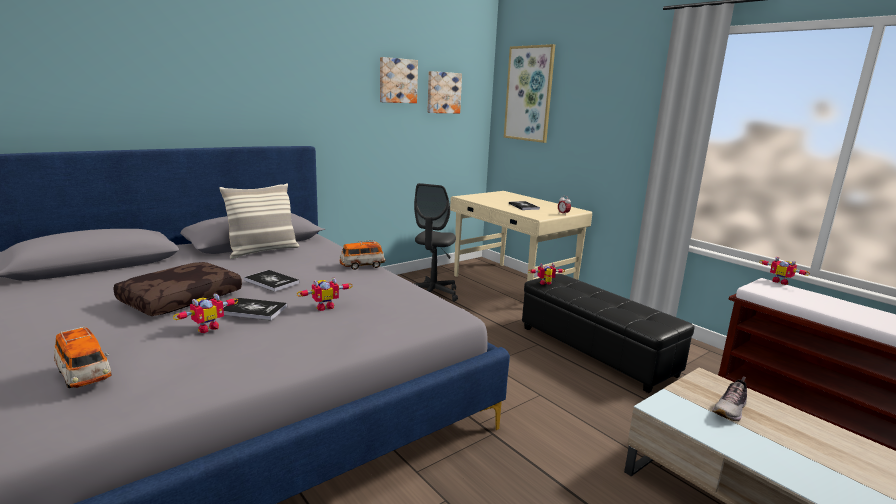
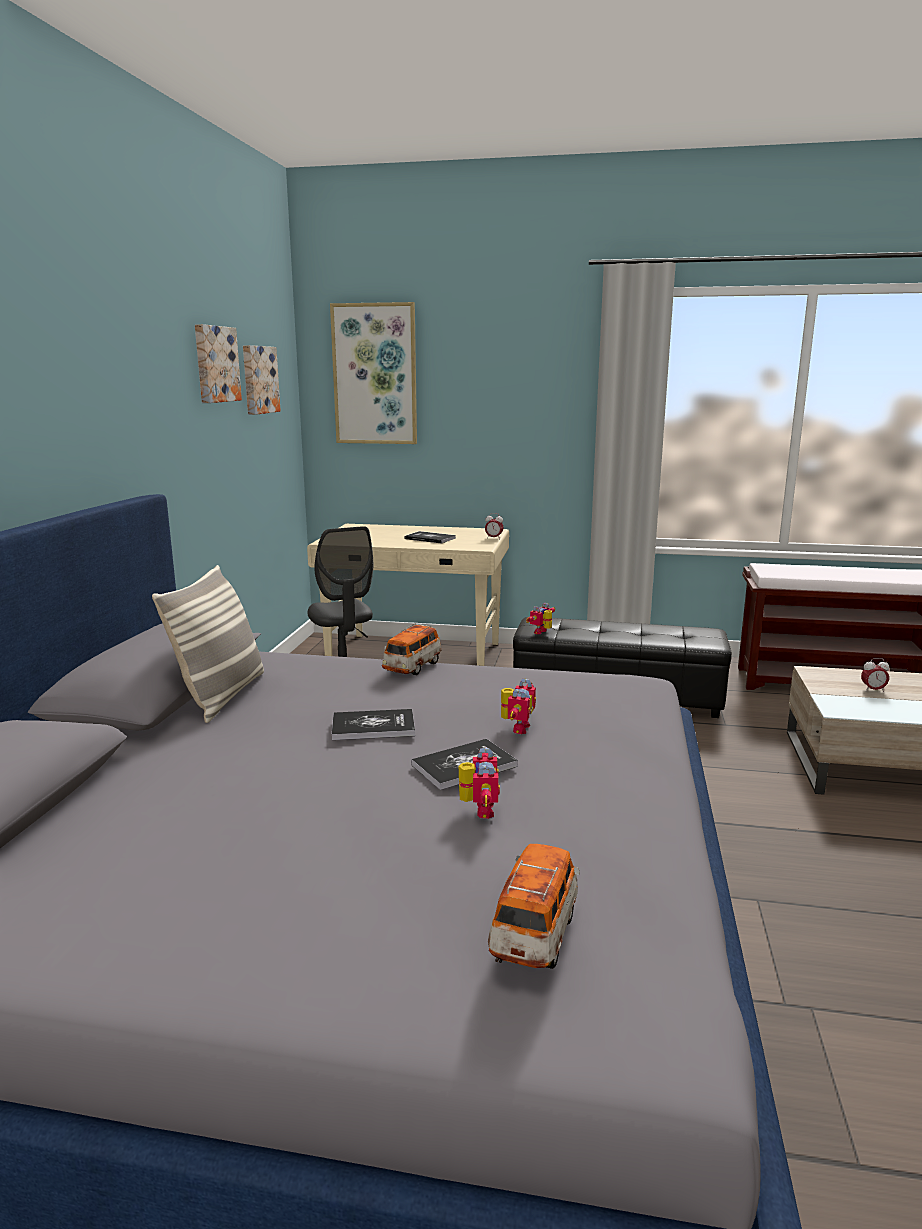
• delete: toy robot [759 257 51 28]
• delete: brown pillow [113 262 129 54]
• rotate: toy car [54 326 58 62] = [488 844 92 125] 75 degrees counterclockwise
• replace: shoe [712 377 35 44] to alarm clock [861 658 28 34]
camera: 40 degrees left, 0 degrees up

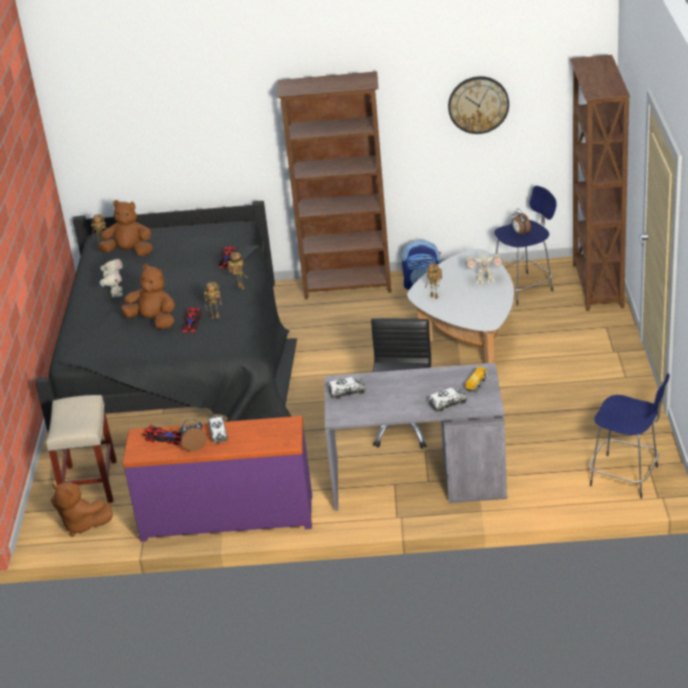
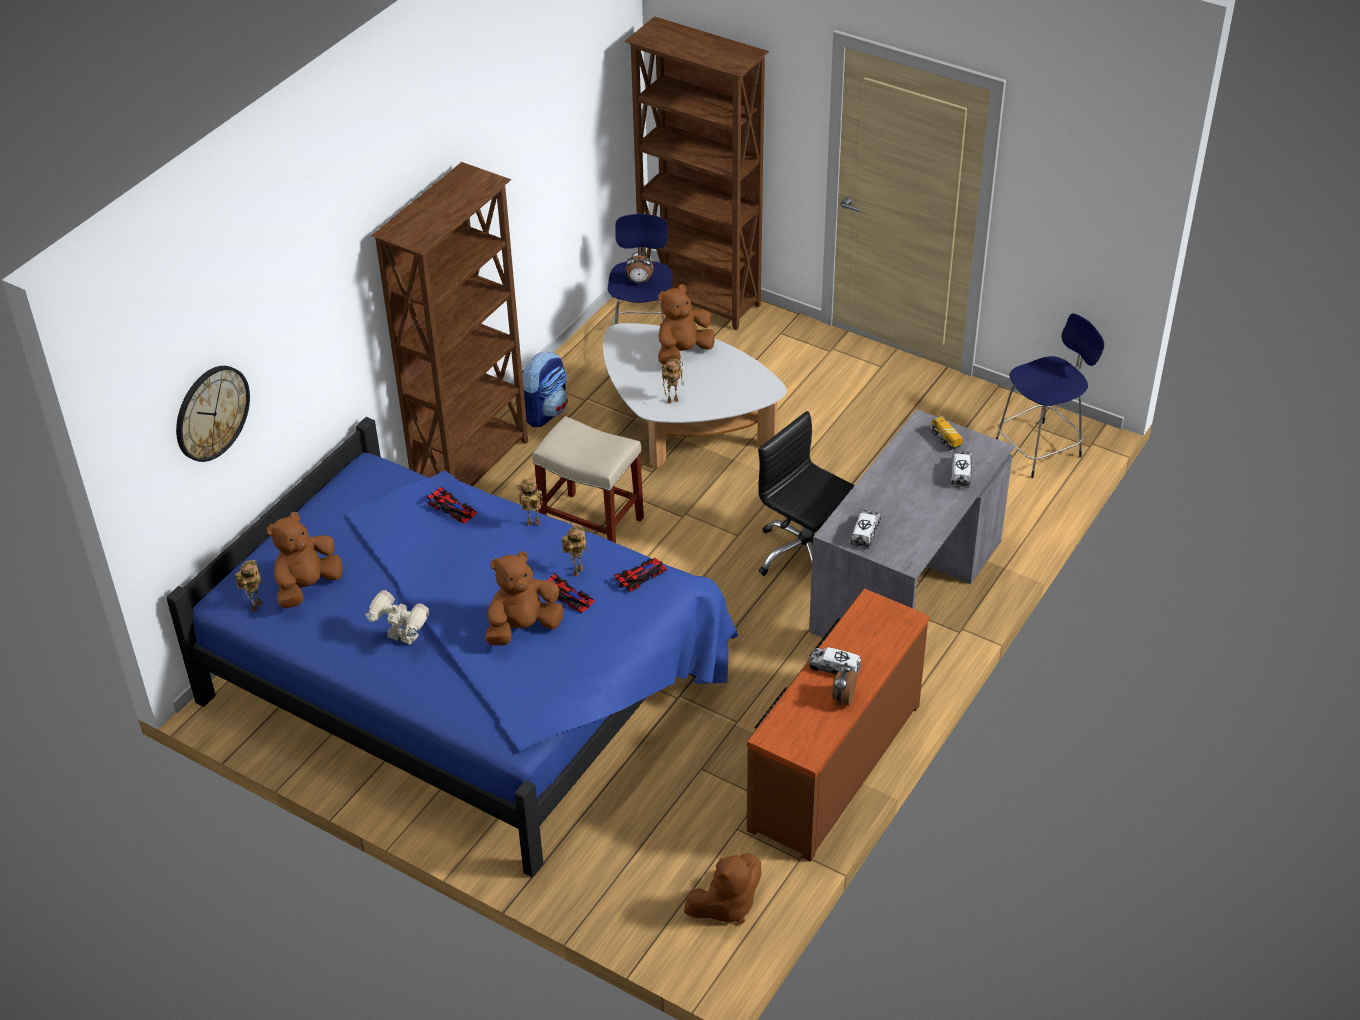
• move: wall clock [448 76 61 58] to [176 366 74 96]
• recolor: black bed [35 201 262 231] to blue bed [166 417 572 460]
• replace: toy robot [465 250 38 34] to brown plush toy [658 284 57 81]
• move: beige stool [46 395 71 108] to [532 416 112 127]
• recolor: purple dresser [122 416 190 126] to brown dresser [747 589 183 273]
• move: toy car [143 425 38 20] to [614 558 53 34]
camera: 60 degrees left, 10 degrees up

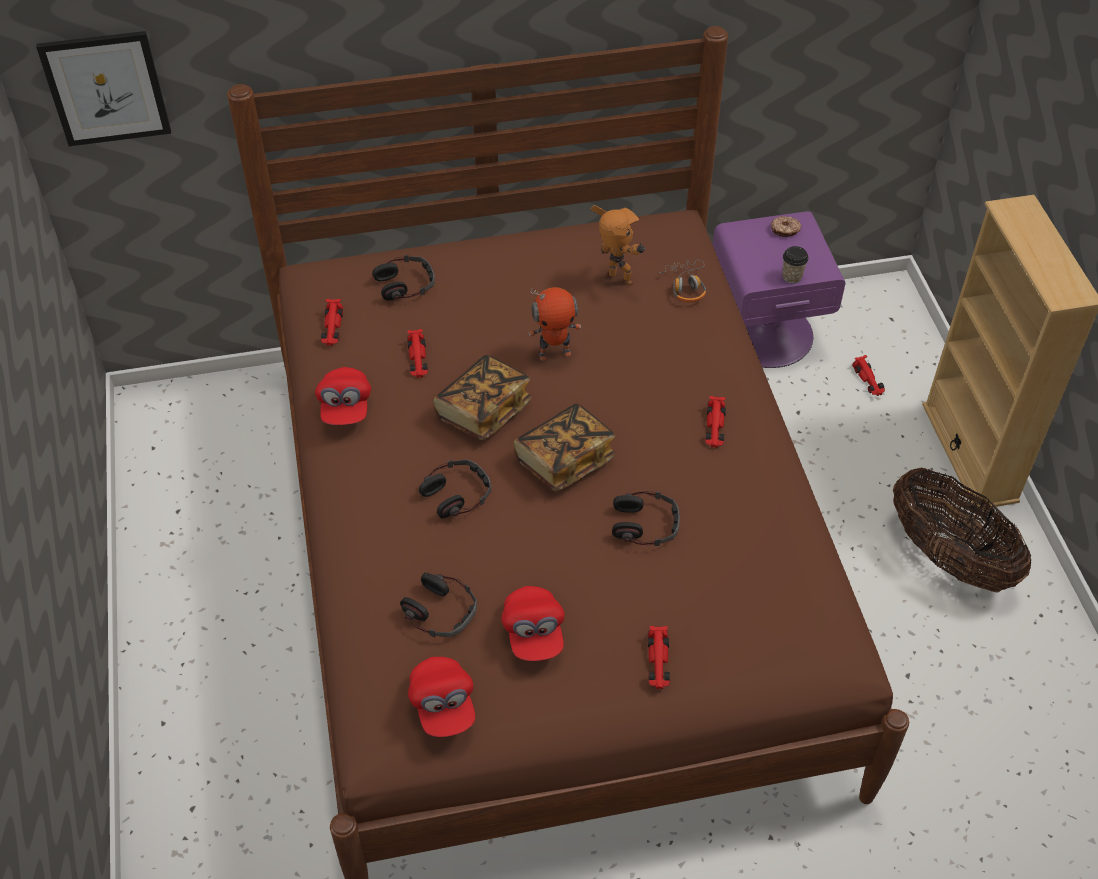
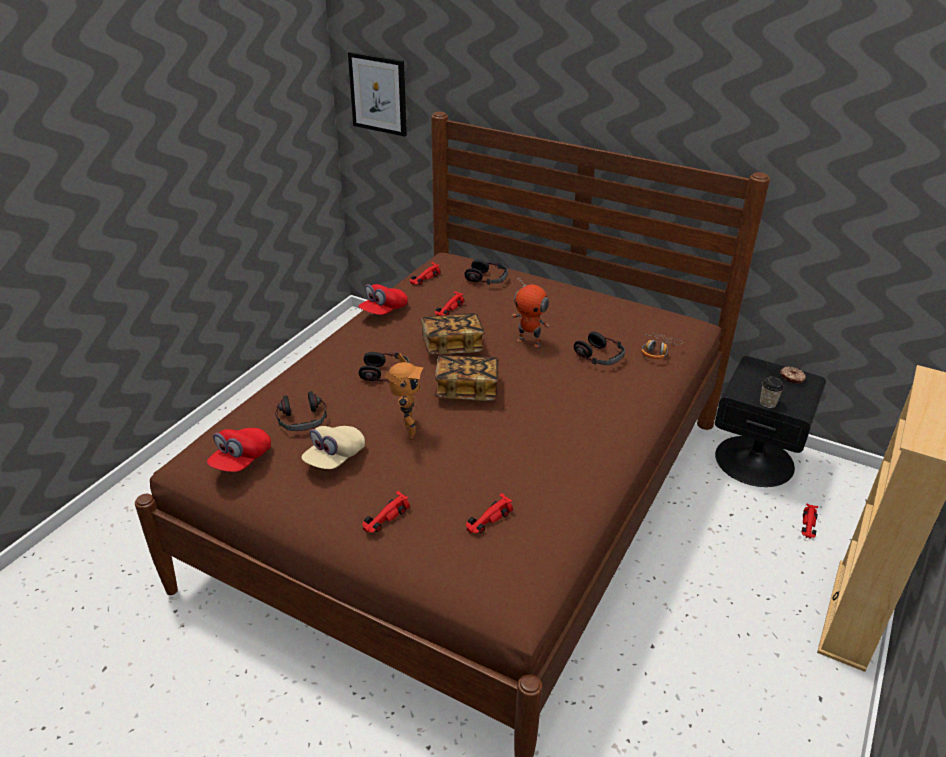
• move: toy robot [591 205 55 81] to [385 353 39 88]
• recolor: purple nightstand [713 211 132 157] to black nightstand [715 356 111 131]
• move: red toy car [705 396 21 52] to [466 493 47 41]
• delete: basket [893 467 138 125]
• move: headphones [612 491 68 55] to [574 332 51 33]
• recolor: red cap [501 586 64 75] to beige cap [302 426 63 43]
camera: 40 degrees right, 15 degrees down

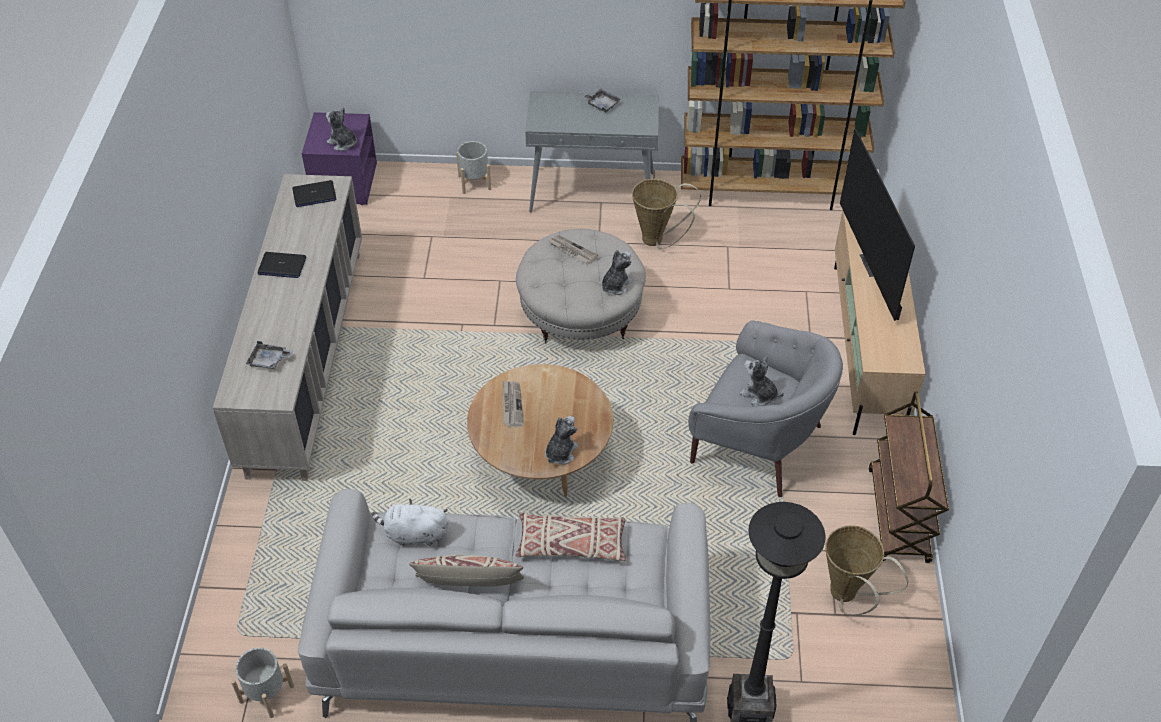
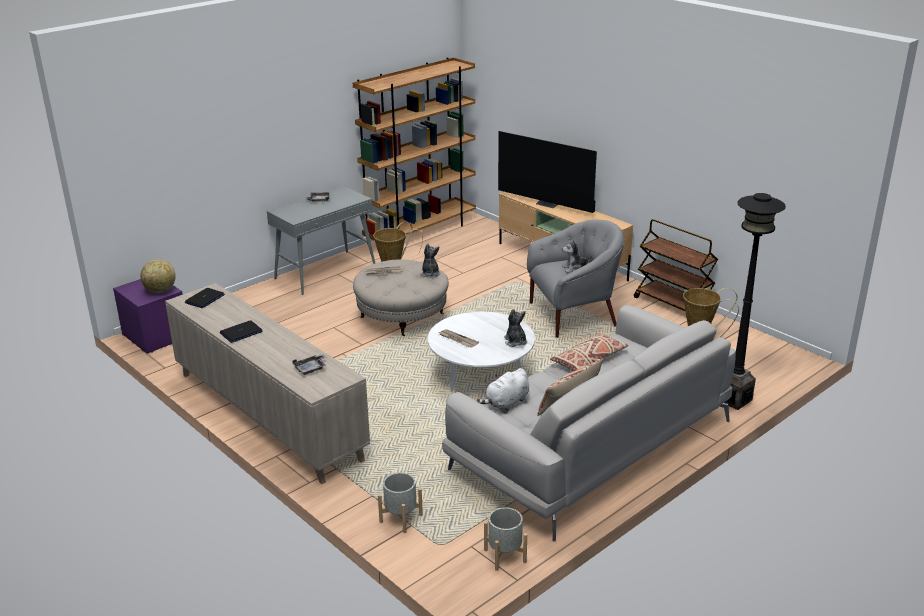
• replace: plush toy [326 107 31 44] to globe [140 259 36 34]
• move: grey planter [456 141 35 53] to [378 472 45 61]
• recolor: brown coffee table [467 364 146 133] to white coffee table [428 312 107 80]
camera: 45 degrees left, 20 degrees down

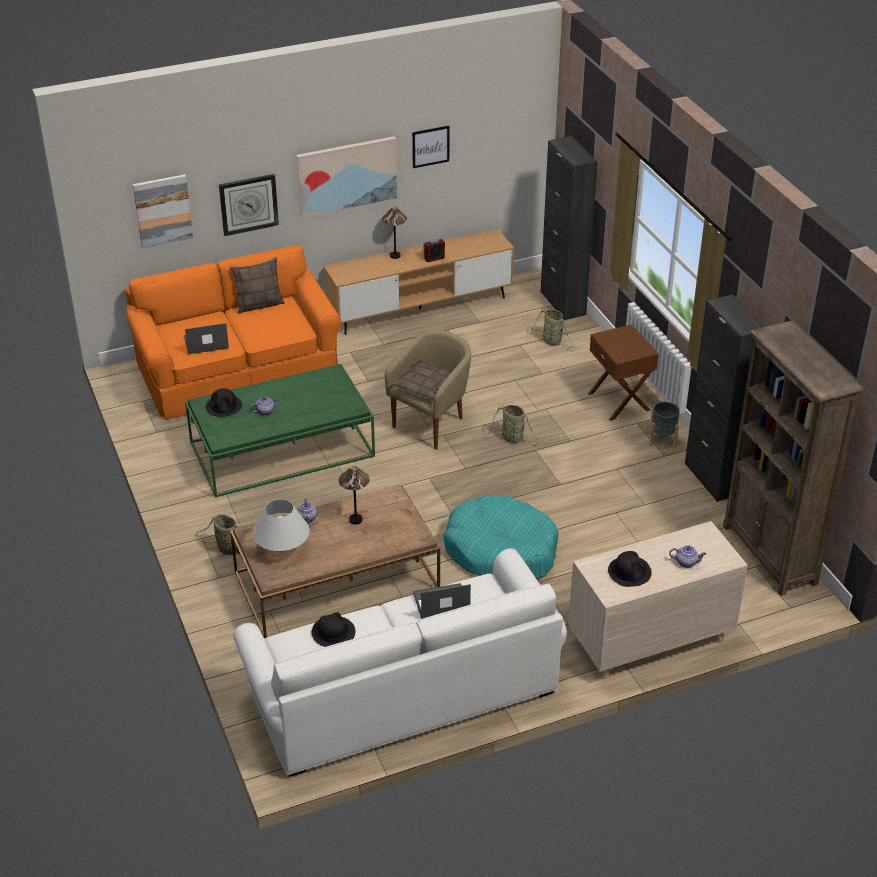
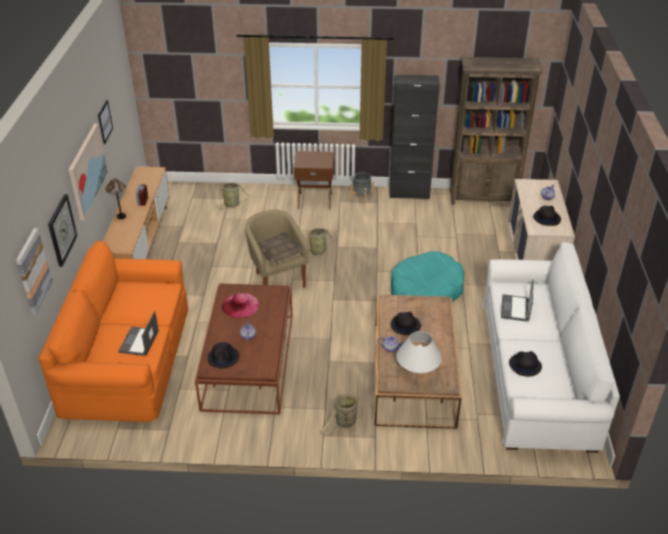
• delete: black cabinet [541 136 57 184]
• delete: pillow [230 257 55 57]
• recolor: green coffee table [185 364 190 134] to brown coffee table [195 284 98 131]
• replace: table lamp [339 466 31 58] to black hat [391 312 30 23]
• insert: pink hat [222 293 37 25]
camera: 65 degrees left, 0 degrees up

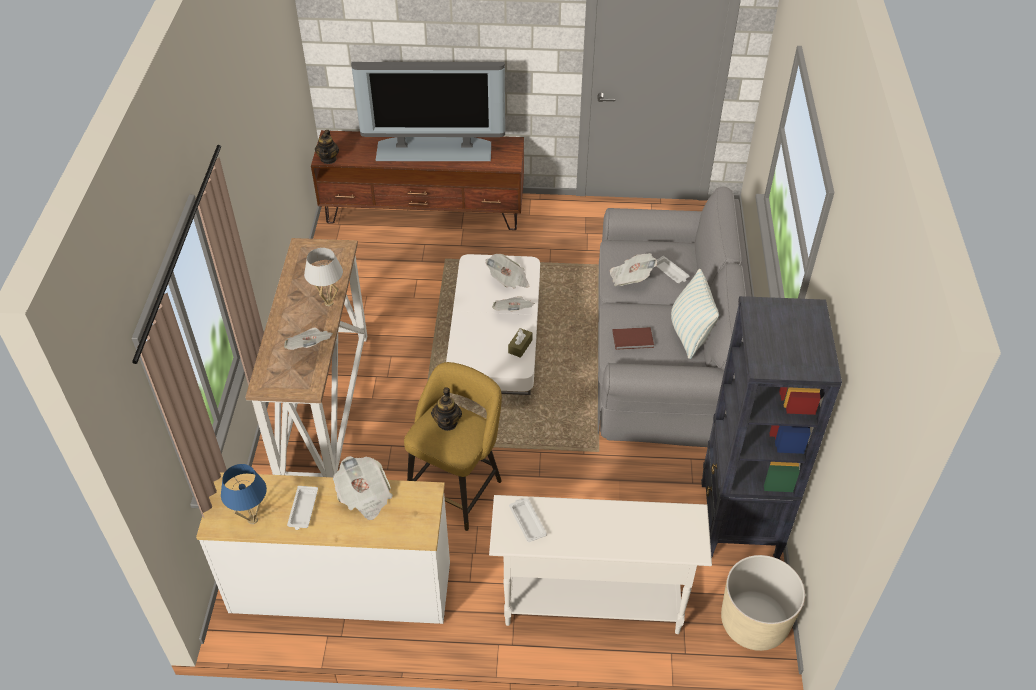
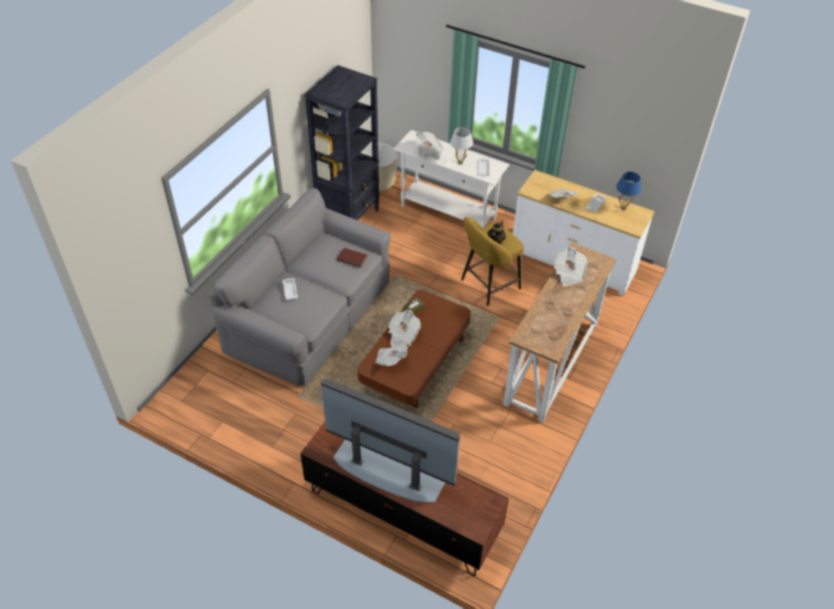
• delete: teapot [315 130 24 34]
• move: white table lamp [304 248 39 58] to [450 127 23 38]
• move: newspaper [610 253 47 33] to [415 132 29 28]
• recolor: white coffee table [446 254 94 141] to brown coffee table [357 290 114 118]
• delete: pillow [671 269 48 90]
camera: 155 degrees left, 0 degrees up

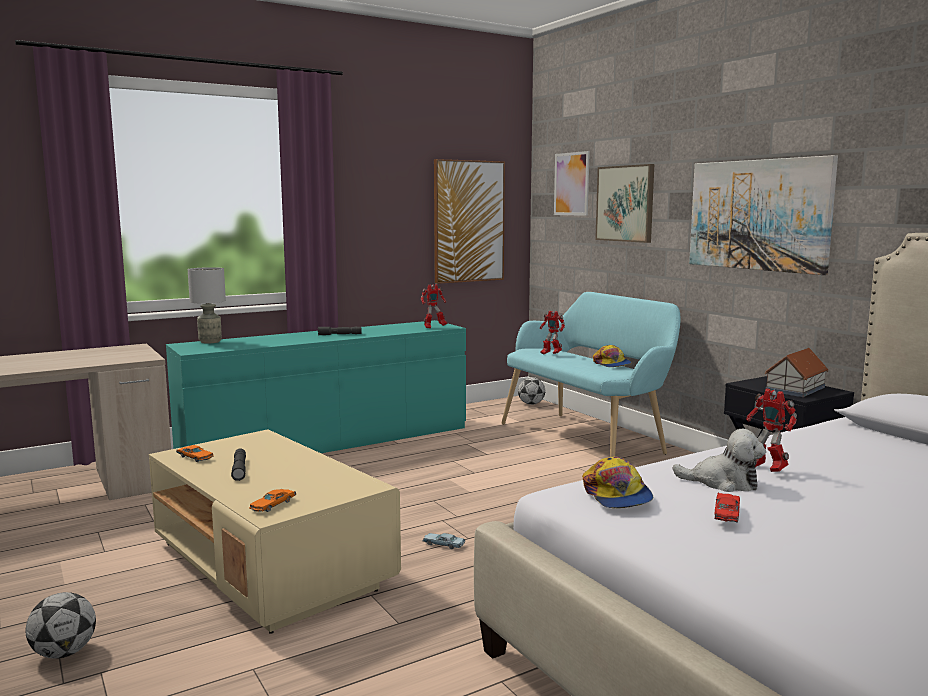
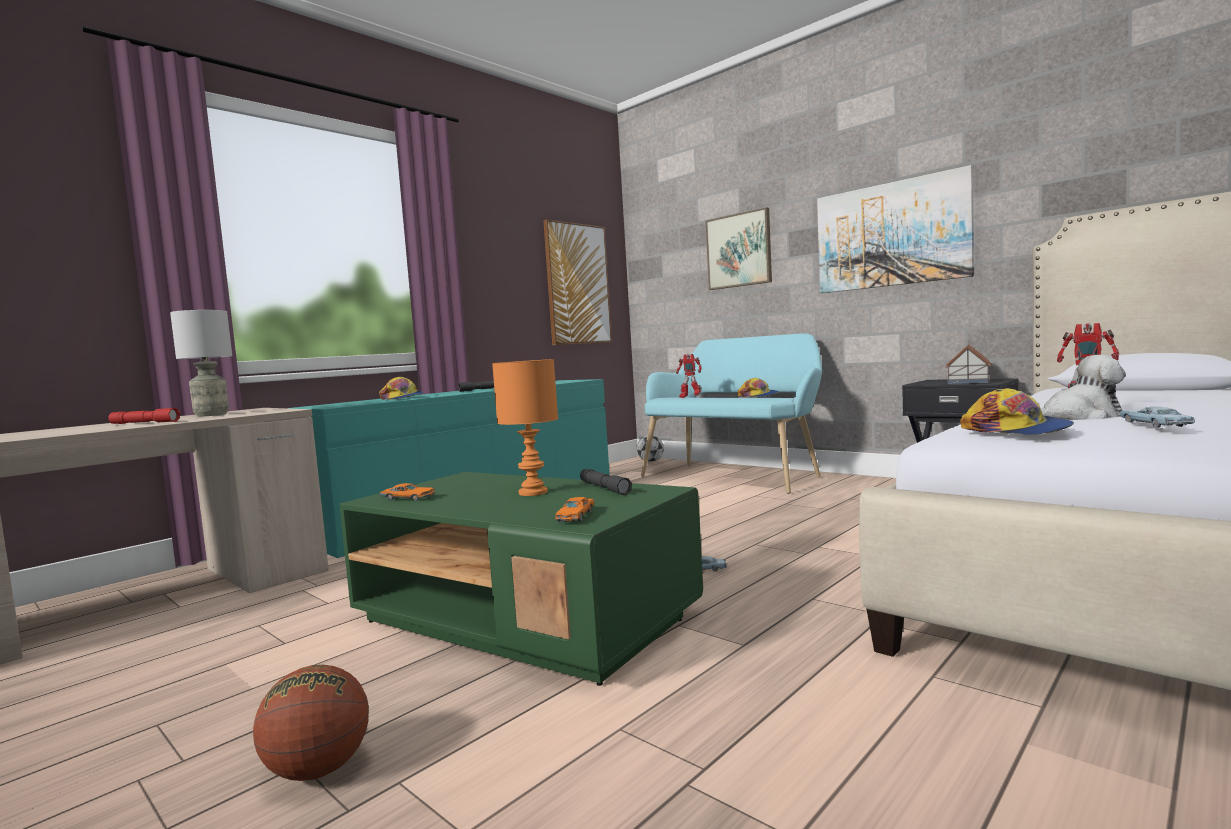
• delete: picture [554 151 36 65]
• move: grey table lamp [188 267 38 77] to [170 310 62 107]
• delete: toy robot [421 284 26 45]
• recolor: beige coffee table [149 429 252 205] to green coffee table [340 472 363 214]
• move: grey flashlight [231 448 15 33] to [580 469 52 26]
• recolor: red toy car [715 493 25 30] to blue toy car [1119 407 76 21]
• replace: football [25 592 71 67] to basketball [253 665 116 116]
• insert: orange table lamp [492 359 66 137]
• insert: cap [379 377 45 23]
• insert: red flashlight [108 408 72 16]
camera: 15 degrees left, 5 degrees down

